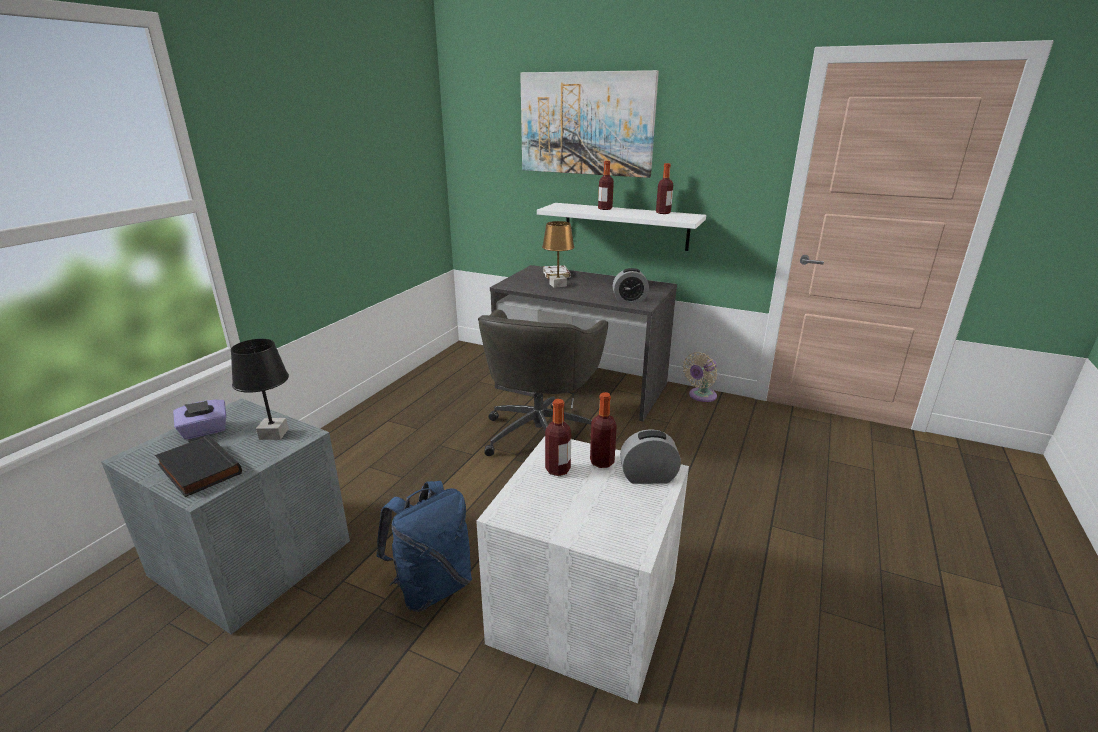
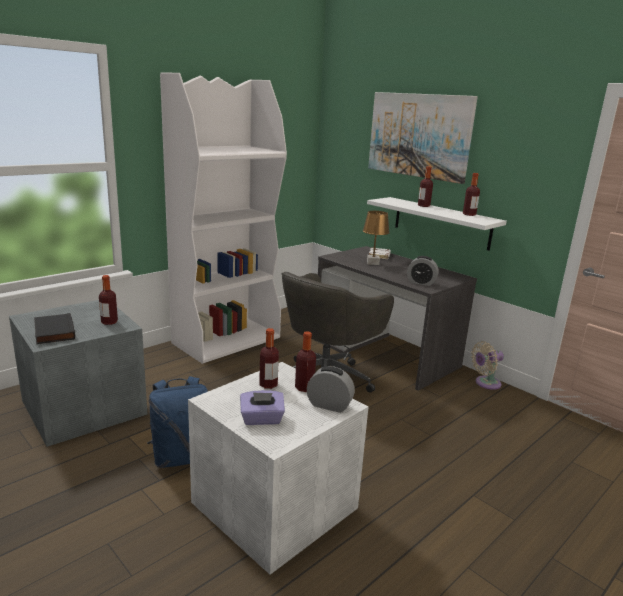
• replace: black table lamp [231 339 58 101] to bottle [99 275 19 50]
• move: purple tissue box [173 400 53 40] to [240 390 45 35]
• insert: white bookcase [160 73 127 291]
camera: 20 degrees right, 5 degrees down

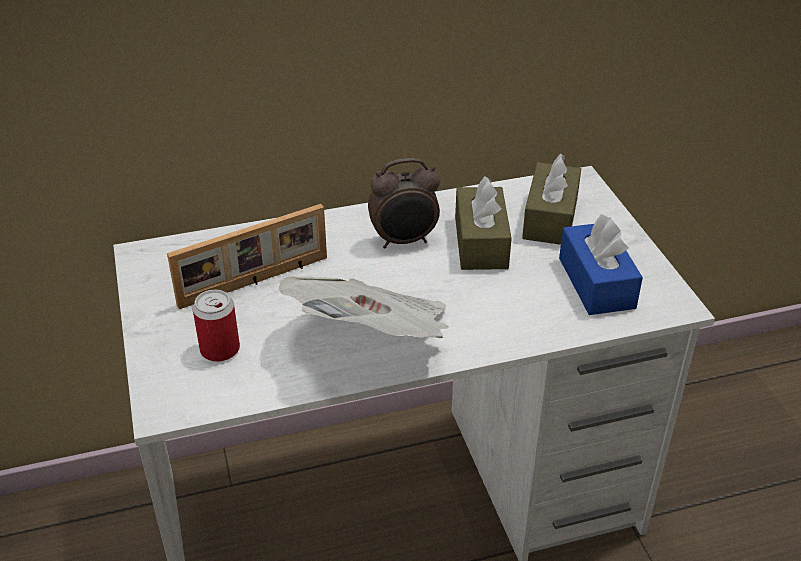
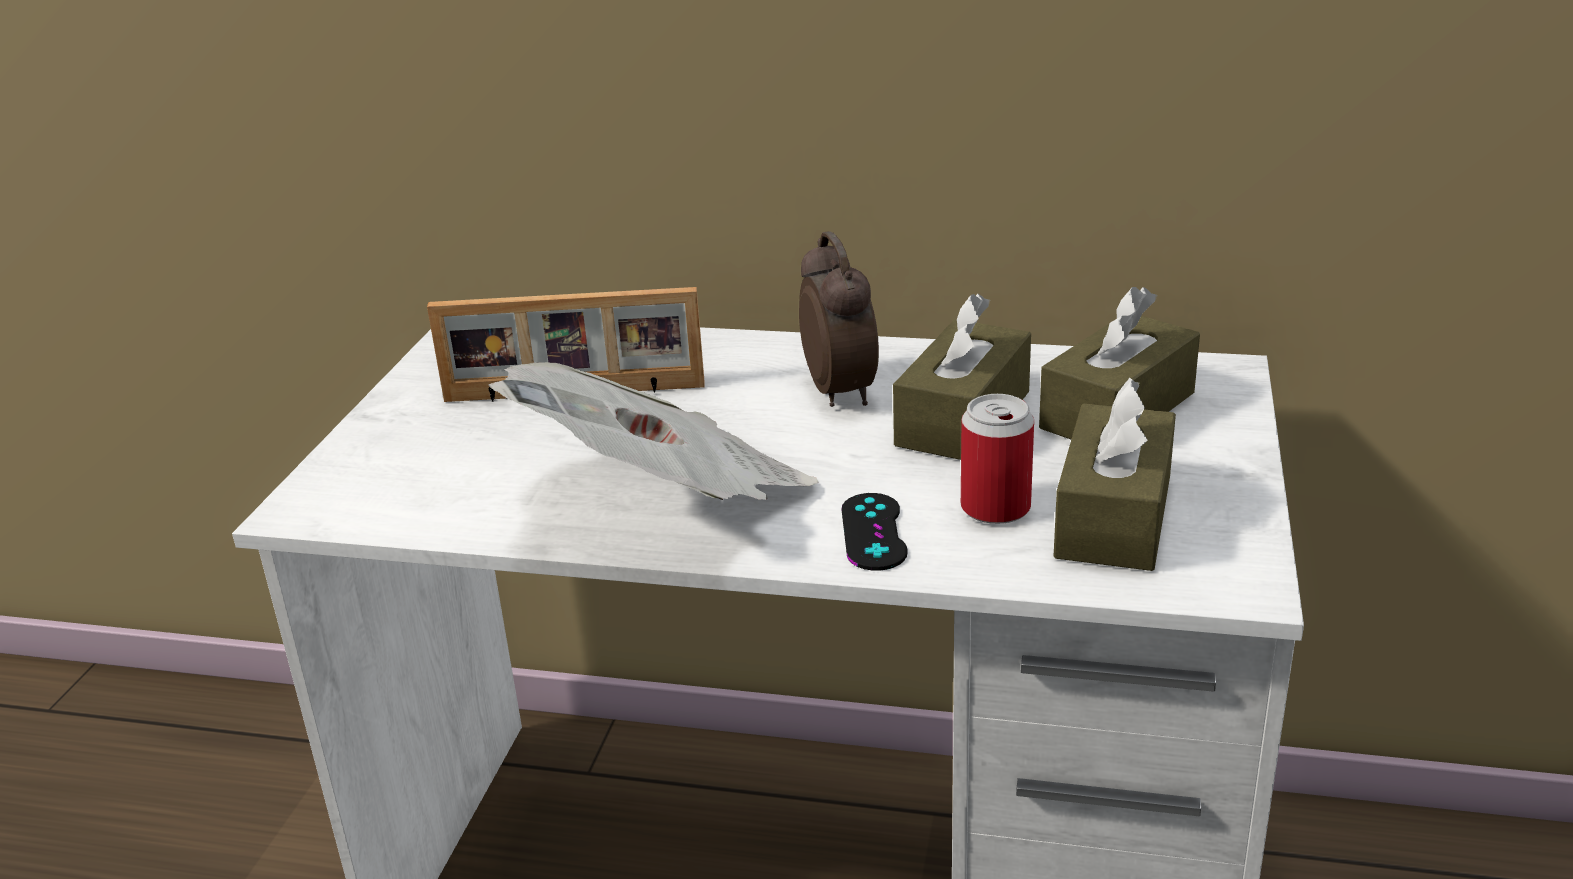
• rotate: alarm clock [368 158 72 90] = [799 231 80 176] 120 degrees counterclockwise
• recolor: blue tissue box [559 214 84 101] to brown tissue box [1053 378 123 193]
• move: can [193 290 47 72] to [961 394 73 130]
• insert: black game controller [841 493 67 78]
camera: 30 degrees right, 10 degrees down

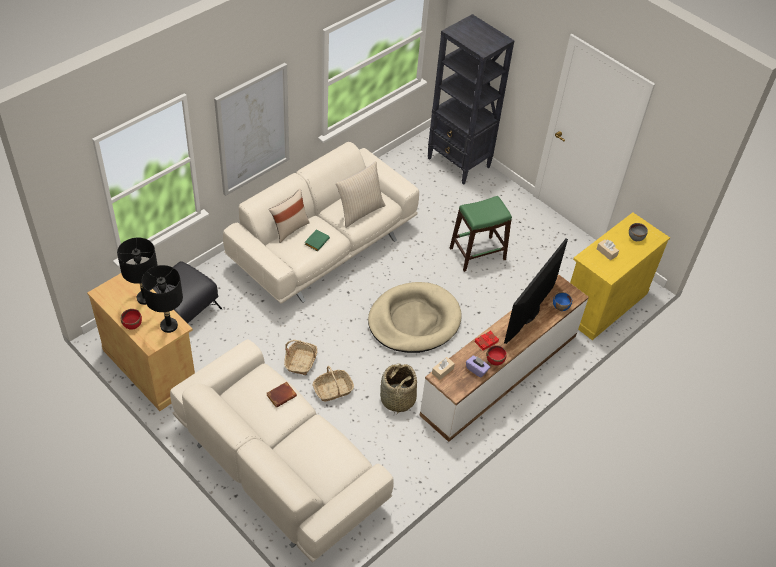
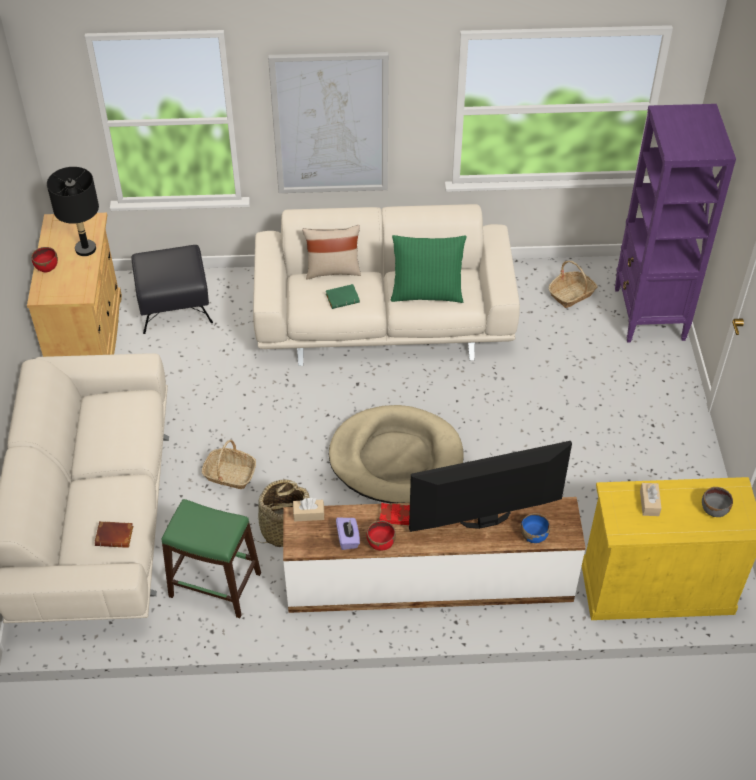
• recolor: black bookcase [428 14 87 171] to purple bookcase [615 104 121 238]
• recolor: beige pillow [336 161 49 67] to green pillow [391 235 75 68]
• move: green stool [450 196 62 76] to [161 499 100 119]
• delete: black table lamp [142 265 41 68]
• move: basket [284 340 33 35] to [549 261 49 47]
• move: brown book [267 382 30 26] to [94 521 39 27]
camera: 45 degrees right, 0 degrees up

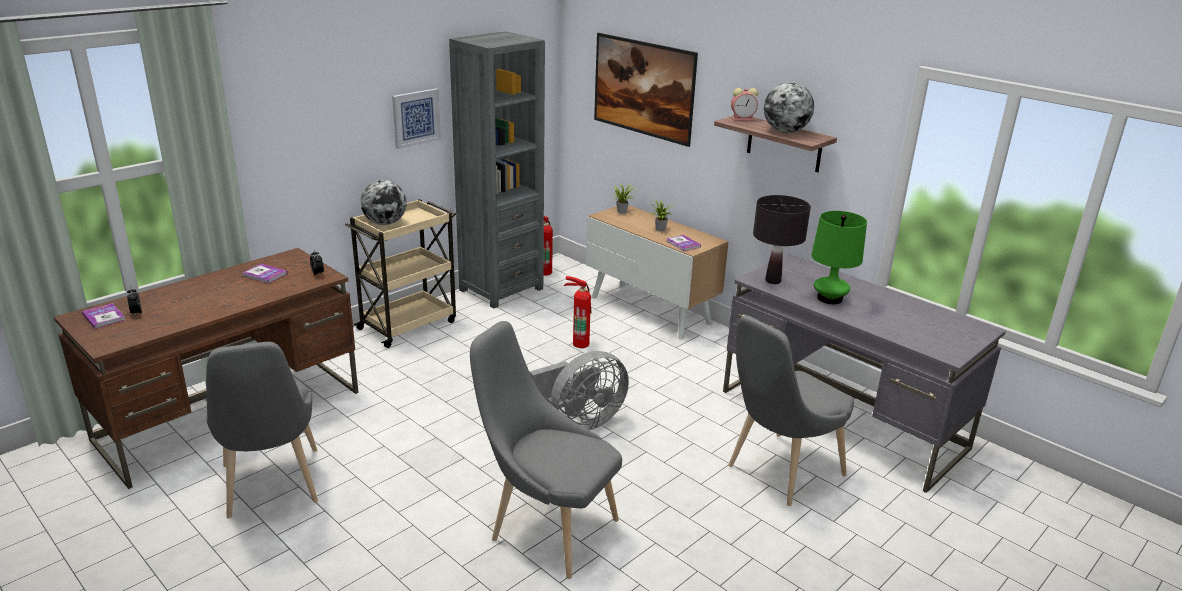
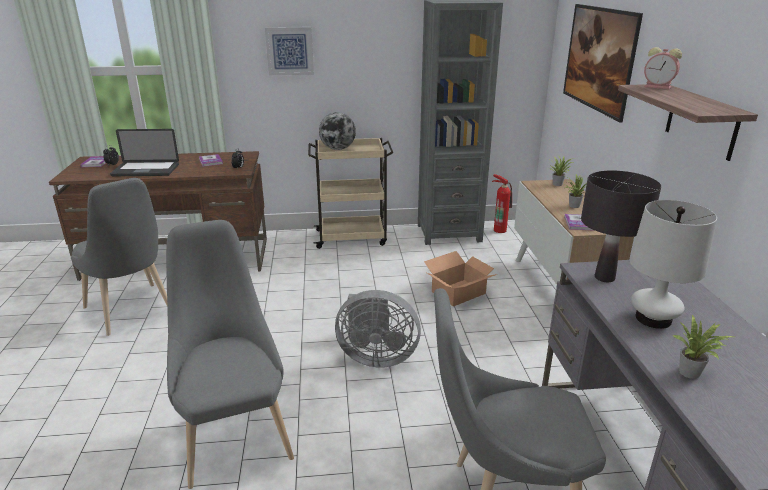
• delete: globe [764 82 50 51]
• move: picture [392 88 49 61] to [265 27 49 48]
• recolor: green table lamp [811 211 56 93] to white table lamp [630 200 87 129]
• replace: fire extinguisher [564 276 27 72] to cardboard box [424 251 73 56]
• rotate: grey chair [206 342 112 177] = [71 178 97 158] 60 degrees counterclockwise
• insert: laptop [110 129 69 47]
• insert: potted plant [673 315 61 64]
camera: 40 degrees right, 0 degrees up

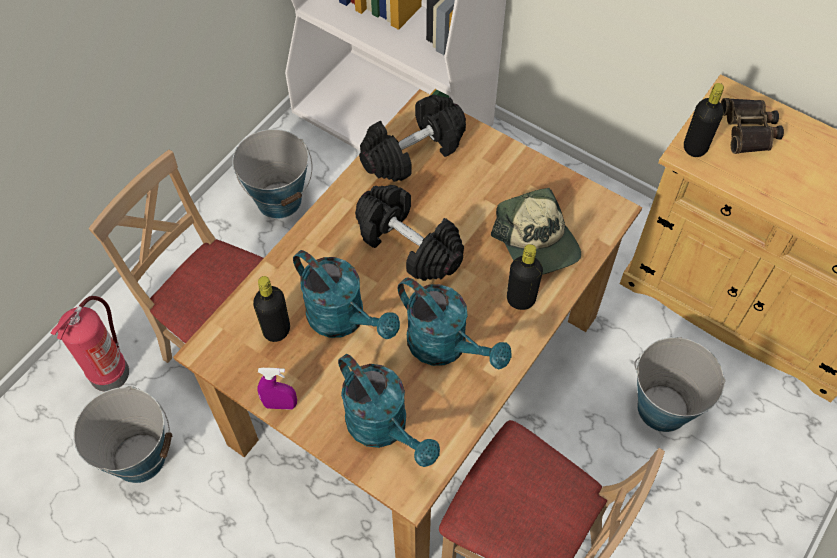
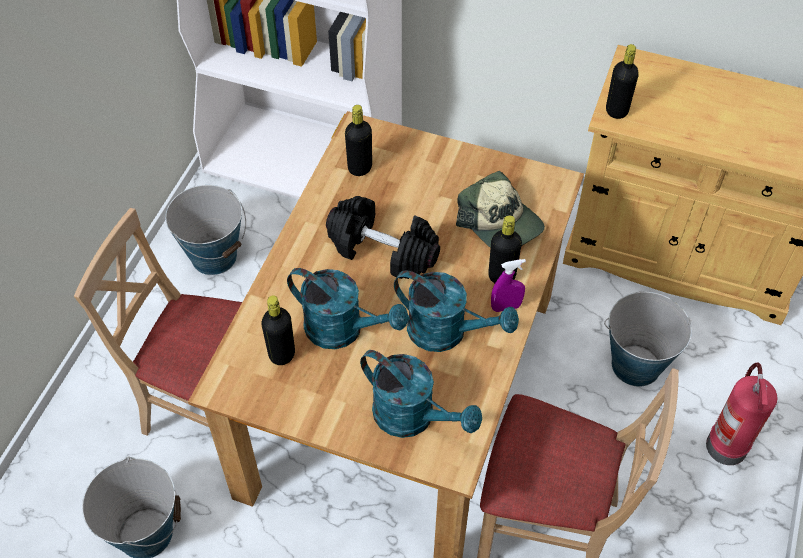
• replace: black dumbbell [359 95 107 87] to black bottle [345 105 27 71]
• delete: binoculars [721 98 63 56]
• move: fire extinguisher [50 296 79 96] to [706 362 71 103]
• move: purple spray bottle [257 368 40 42] to [491 259 35 53]
camera: 15 degrees left, 5 degrees down

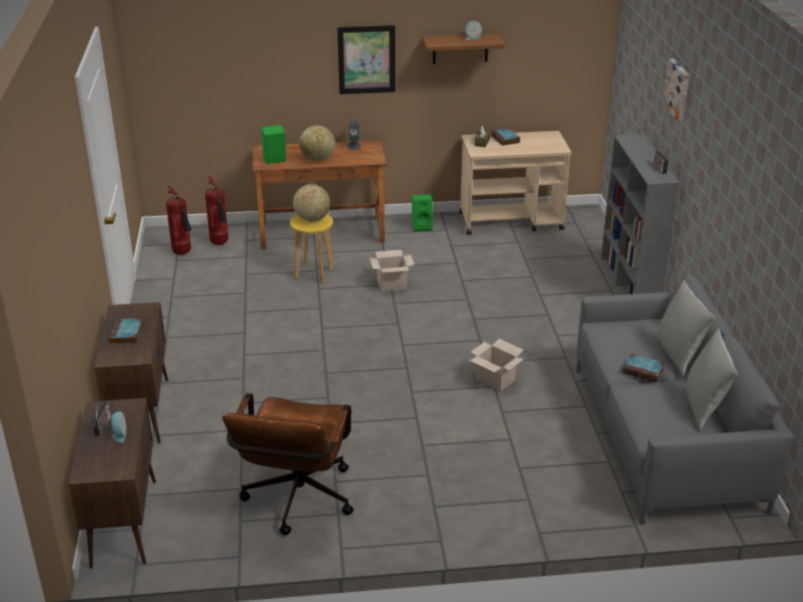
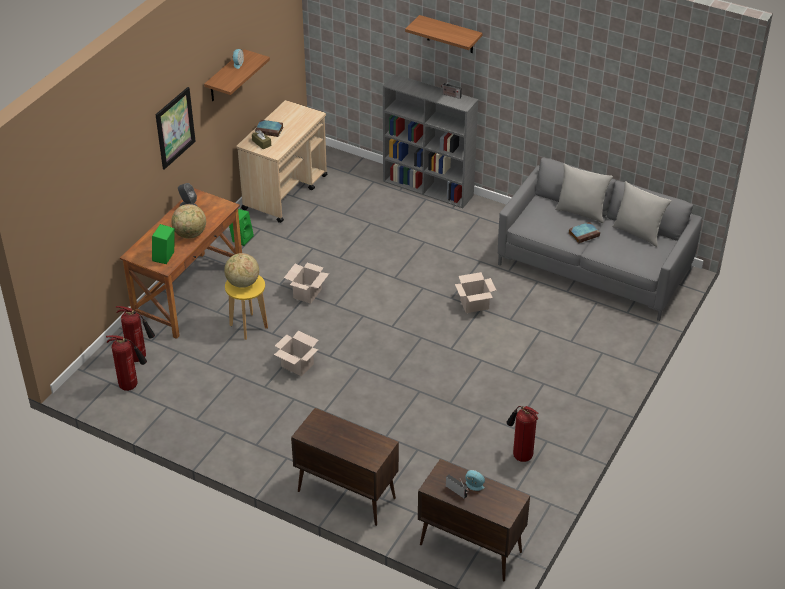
• replace: picture [663 58 26 63] to shelf [405 15 77 38]
• delete: book [109 319 34 25]
• replace: brown office chair [222 393 131 142] to fire extinguisher [507 406 32 56]
• insert: cardboard box [274 331 45 45]
camera: 55 degrees left, 10 degrees up

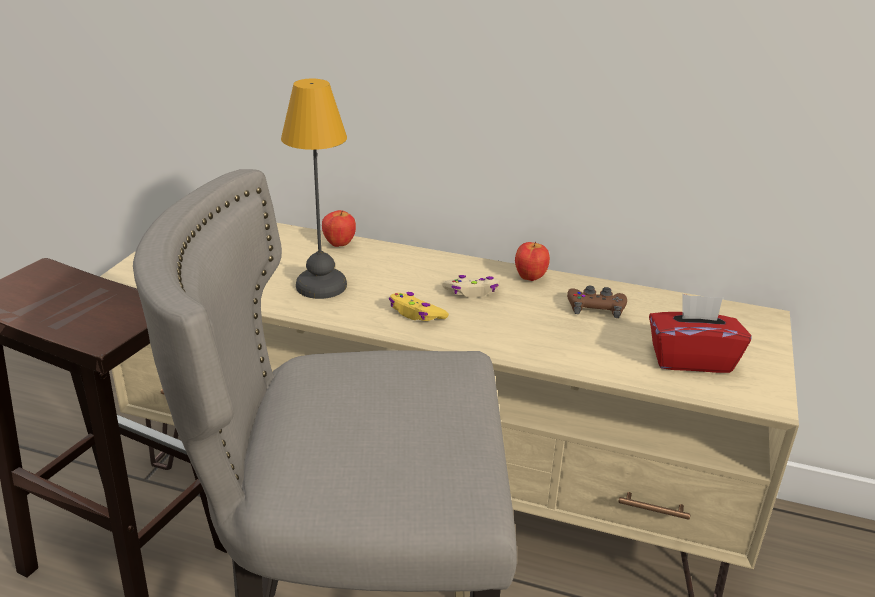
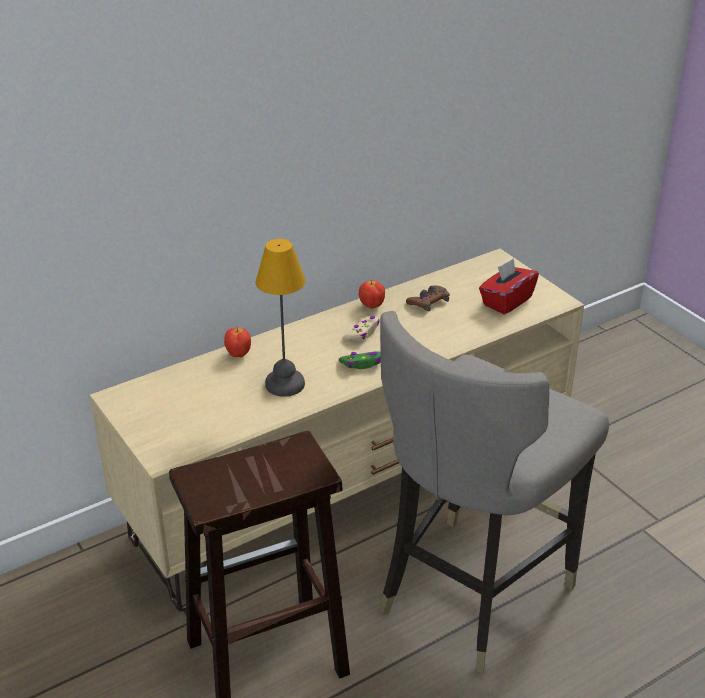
• recolor: yellow game controller [389 292 60 29] to green game controller [339 351 42 18]
camera: 50 degrees left, 5 degrees up

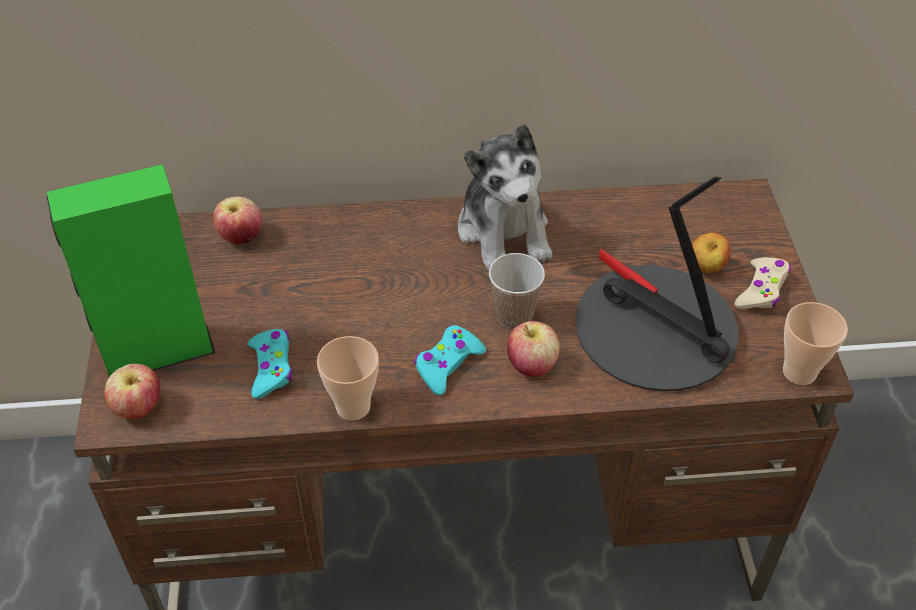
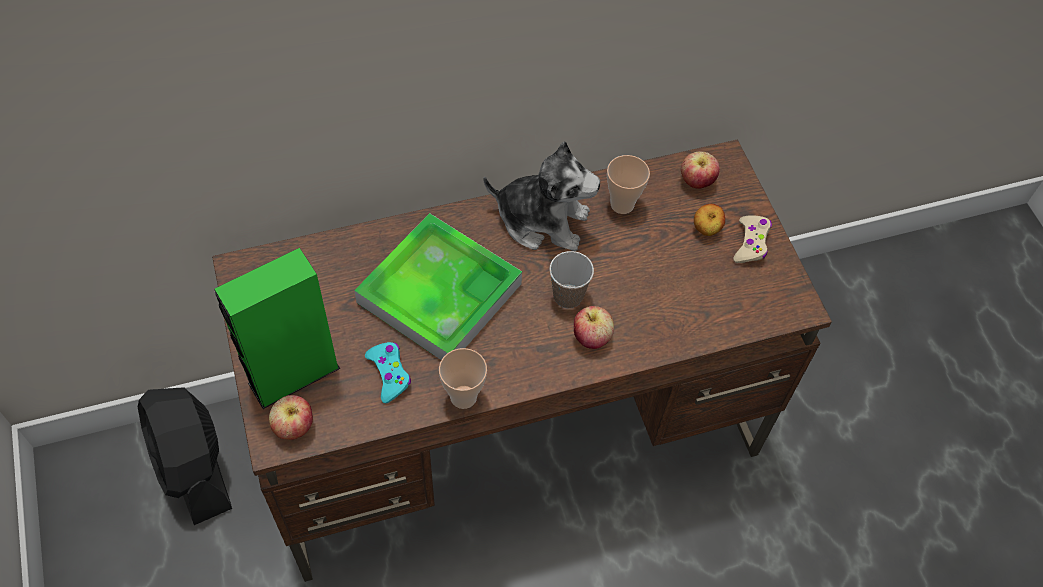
• rotate: plush toy [458 124 94 148] = [483 141 117 110] 45 degrees counterclockwise
• delete: table lamp [575 177 163 215]
• move: apple [213 197 49 47] to [681 151 39 38]
• move: cup [783 302 65 83] to [607 155 43 59]
• delete: turquoise game controller [414 325 72 70]
• insert: tray [354 213 168 147]
• insert: black fan [138 387 94 138]
camera: 15 degrees left, 10 degrees up

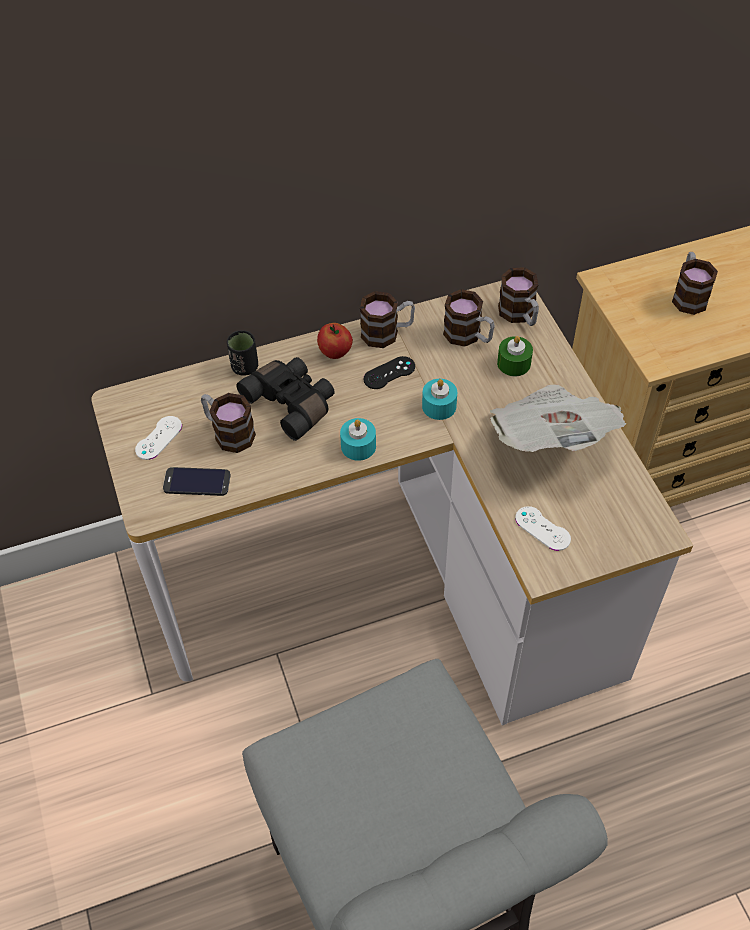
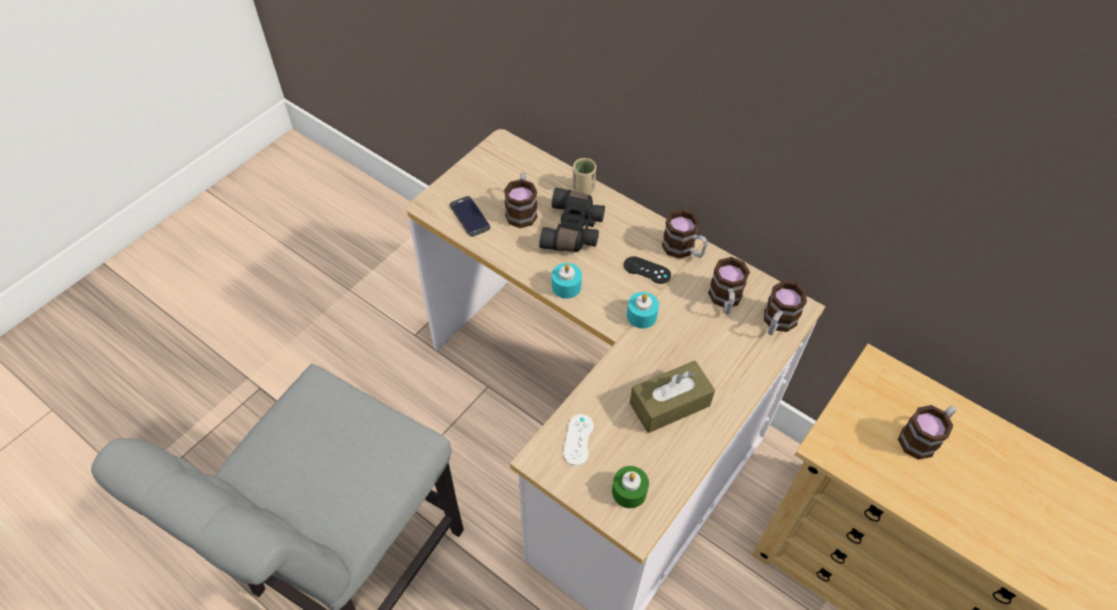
• delete: apple [317 323 36 36]
• recolor: black cup [227 330 31 46] to beige cup [573 158 23 37]
• move: green candle [497 336 36 41] to [612 466 37 42]
• replace: newspaper [490 384 136 68] to brown tissue box [630 361 85 72]
• delete: white game controller [135 416 47 44]
camera: 55 degrees right, 0 degrees up

